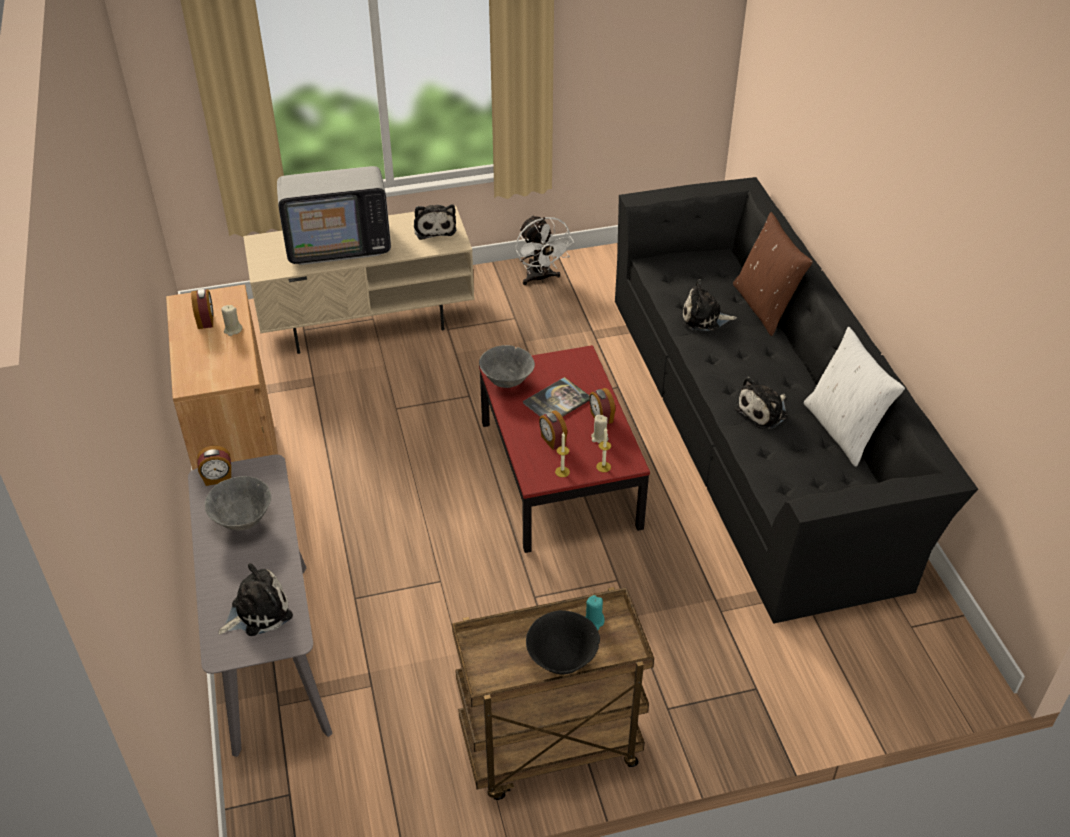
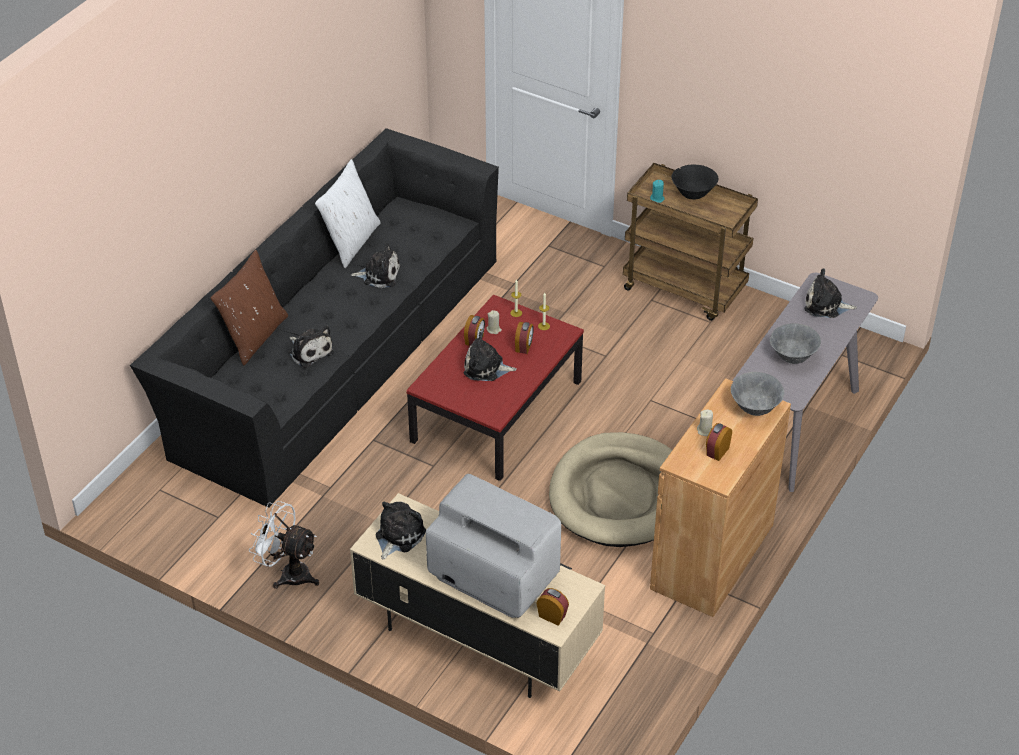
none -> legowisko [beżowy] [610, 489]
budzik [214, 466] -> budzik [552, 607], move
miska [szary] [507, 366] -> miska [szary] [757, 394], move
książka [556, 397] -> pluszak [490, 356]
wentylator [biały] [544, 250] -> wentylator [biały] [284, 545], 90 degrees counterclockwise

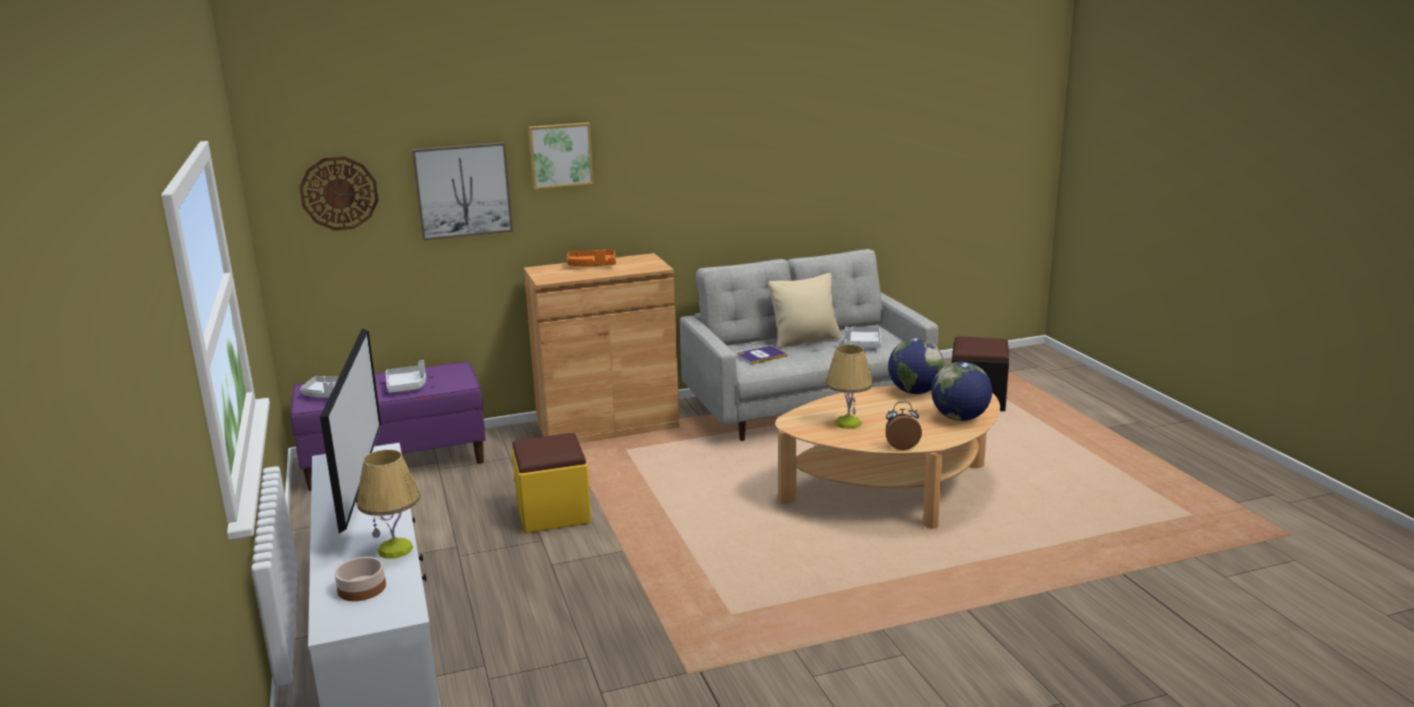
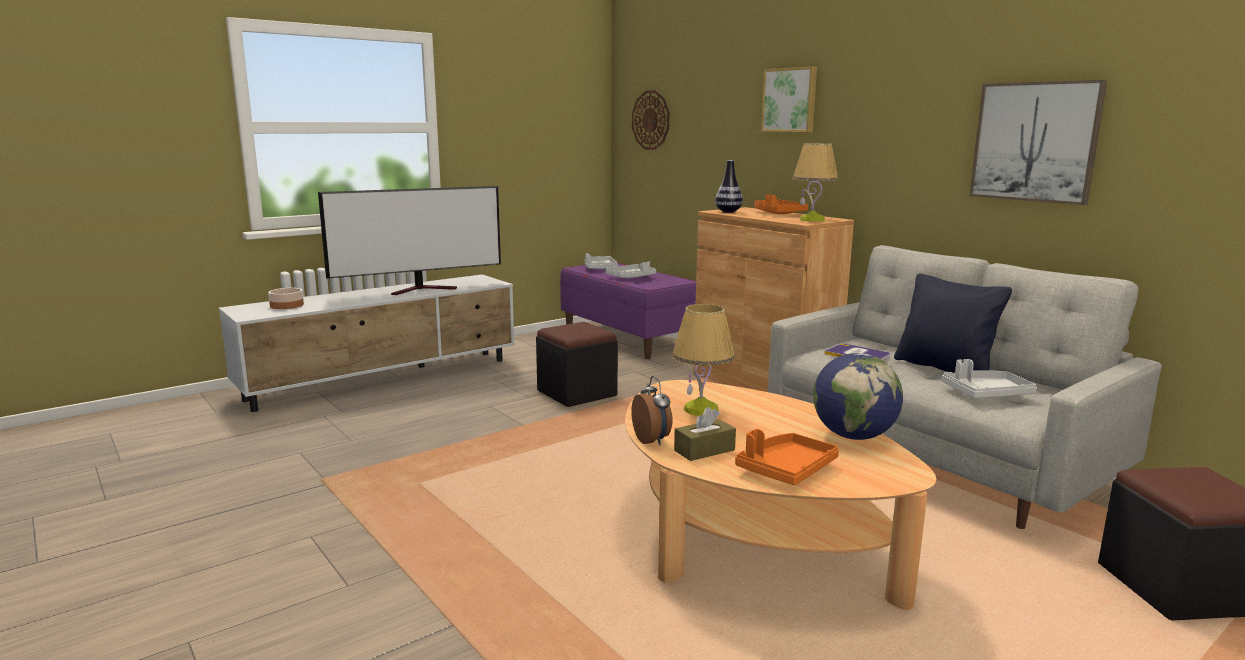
none -> pudełko chusteczek [brązowy] [705, 434]
none -> wazon [729, 186]
lampa stołowa [388, 504] -> lampa stołowa [815, 182], move
obraz [462, 191] -> obraz [1038, 142], move
globus [961, 391] -> taca [pomarańczowy] [787, 457]
pufa [żółty] [551, 483] -> pufa [czarny] [577, 364]
poduszka [beżowy] [804, 311] -> poduszka [czarny] [953, 323]

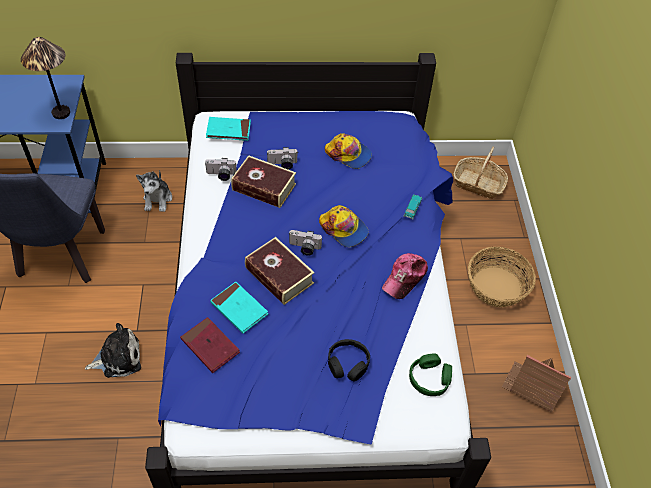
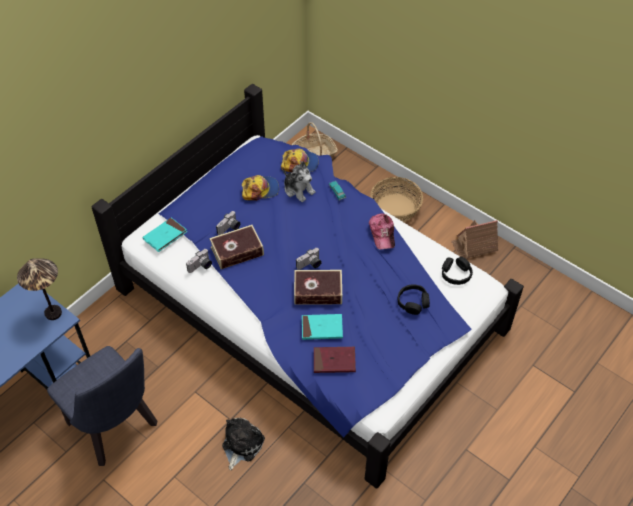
pluszak [154, 191] -> pluszak [299, 181], move
czapka z daszkiem [344, 226] -> czapka z daszkiem [300, 160], move
słuchawki [zielony] [430, 374] -> słuchawki [czarny] [457, 271]

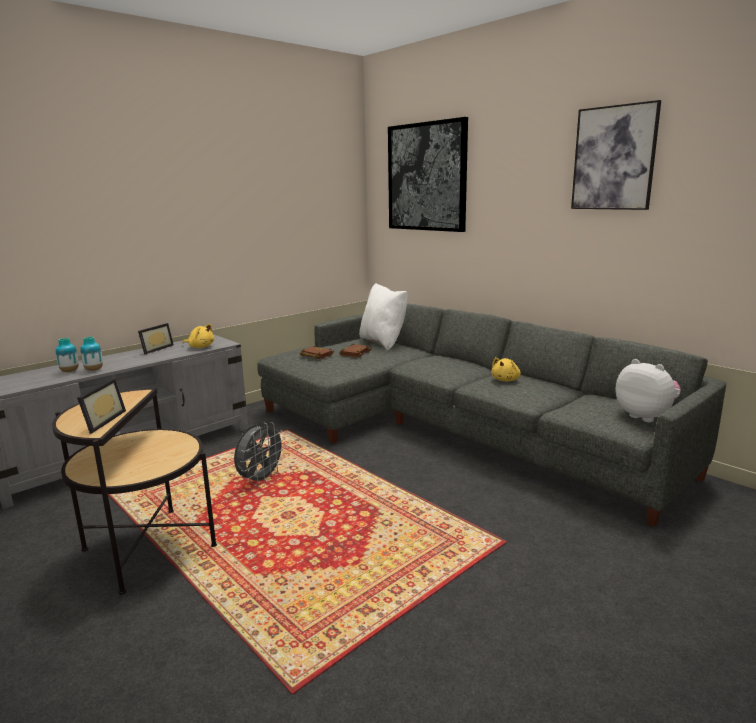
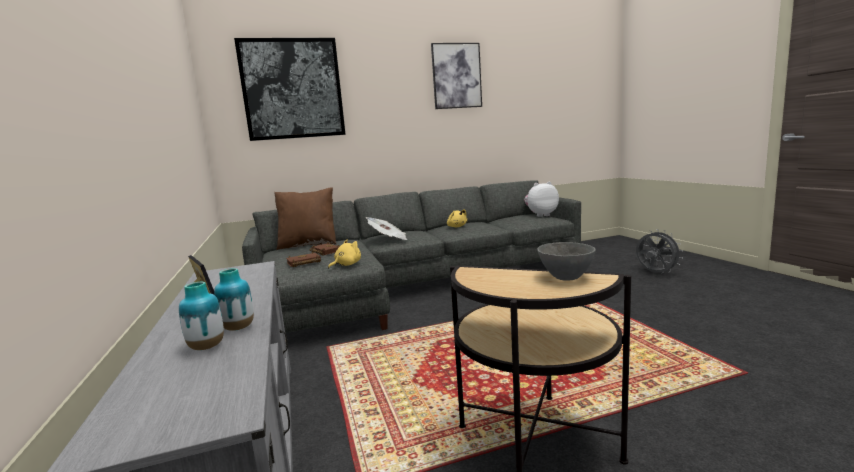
none -> gazeta [386, 228]
pluszak [żółty] [198, 336] -> pluszak [żółty] [344, 254], move
wentylator [szary] [260, 453] -> wentylator [szary] [659, 251], move
ramka na zdjęcie [101, 406] -> miska [szary] [566, 261]
poduszka [biały] [383, 316] -> poduszka [brązowy] [305, 219]

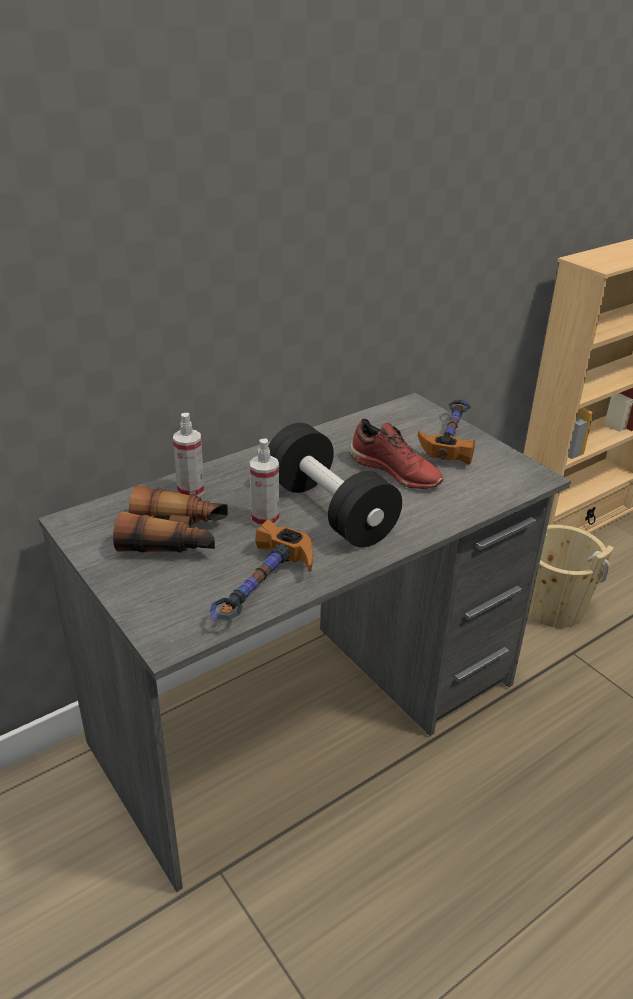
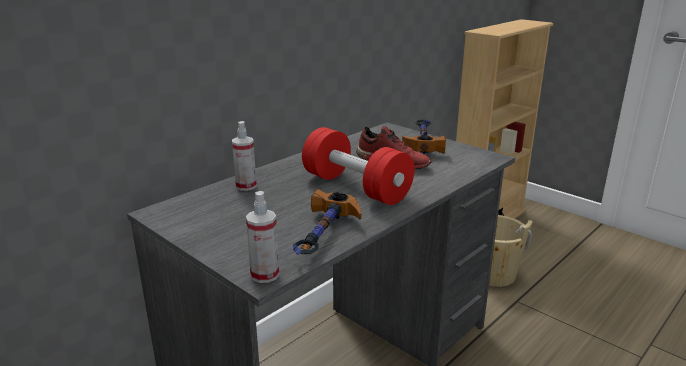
lornetka [170, 519] -> none
spryskiwacz [264, 482] -> spryskiwacz [262, 237], move
hantel [czarny] [335, 485] -> hantel [czerwony] [358, 166]

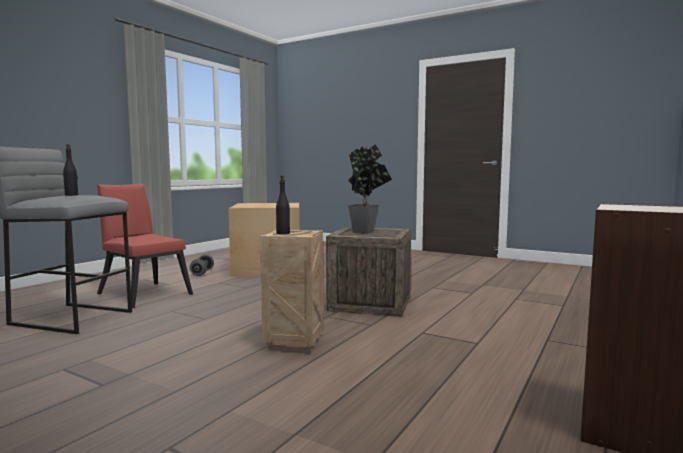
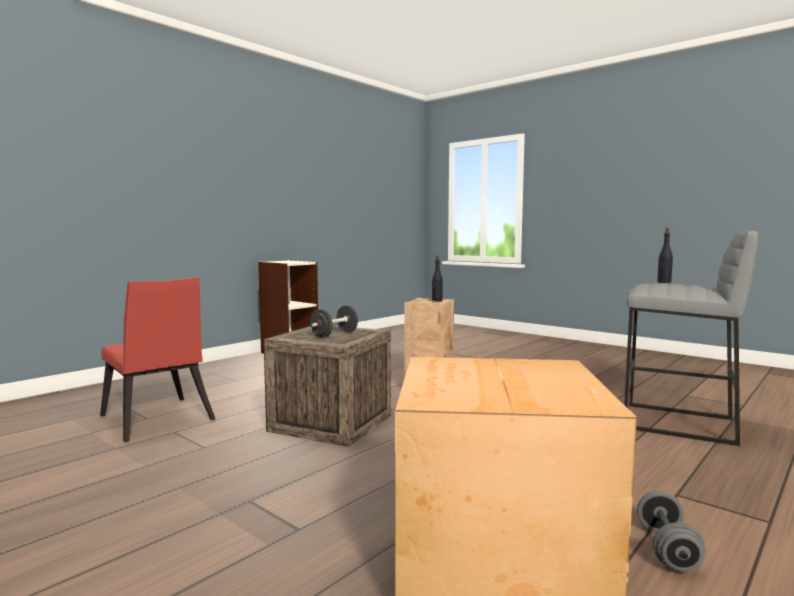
krzesło [czerwony] [145, 246] -> krzesło [czerwony] [157, 359], move
roślina doniczkowa [370, 189] -> hantel [czarny] [334, 321]

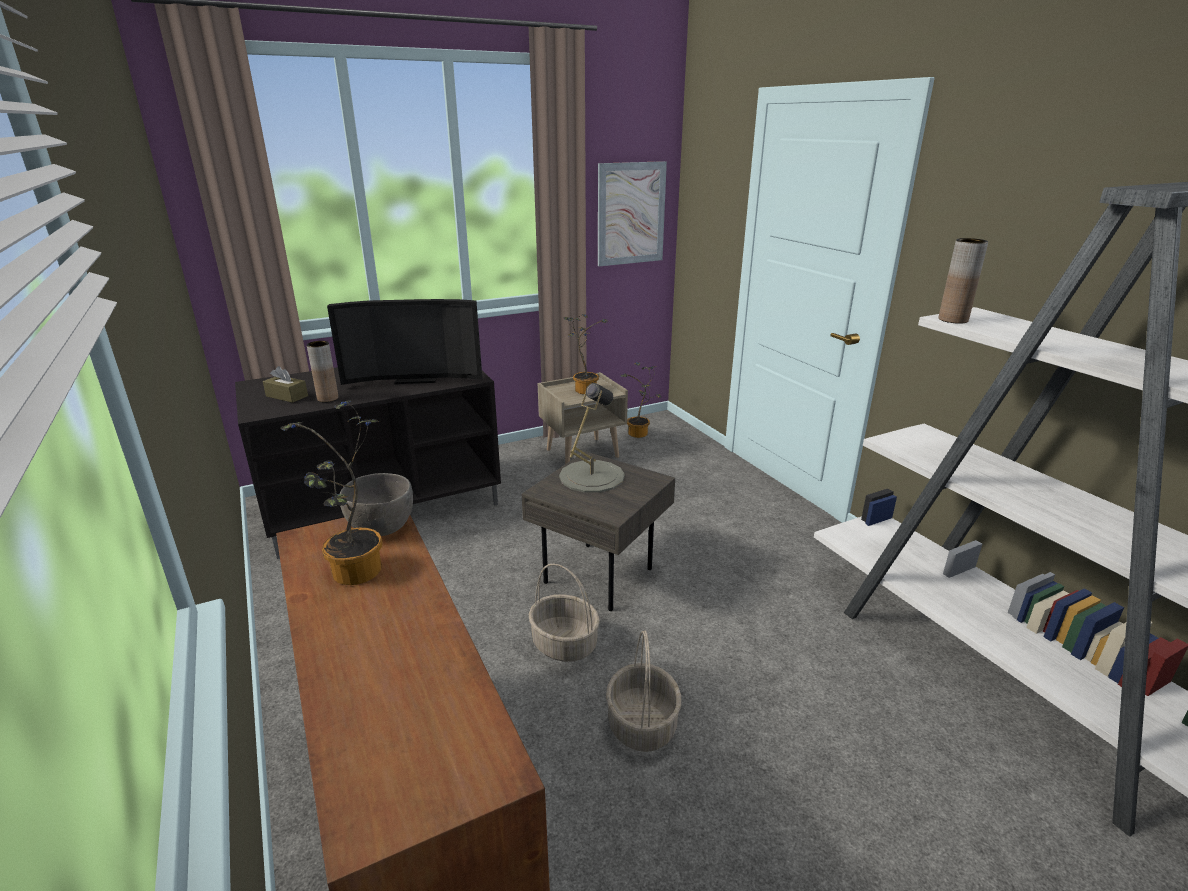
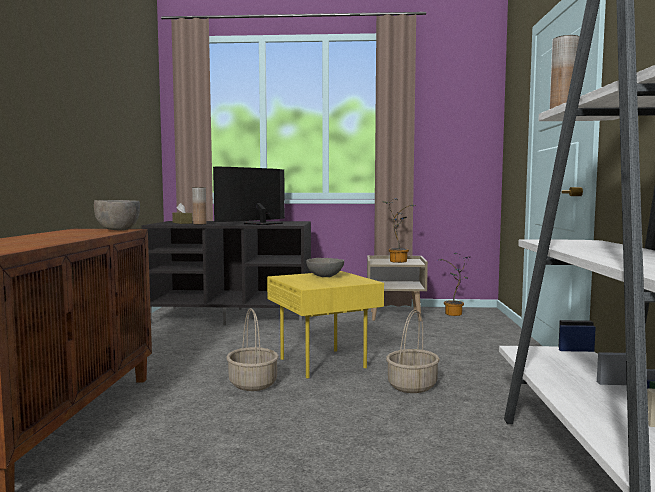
roślina doniczkowa [331, 492] -> none
obraz [632, 213] -> none
koszyk [643, 691] -> koszyk [413, 351], move
lampa stołowa [szary] [592, 438] -> miska [szary] [325, 267]
stolik [szary] [598, 531] -> stolik [żółty] [325, 324]
telewizor [404, 342] -> telewizor [249, 196], 105 degrees clockwise

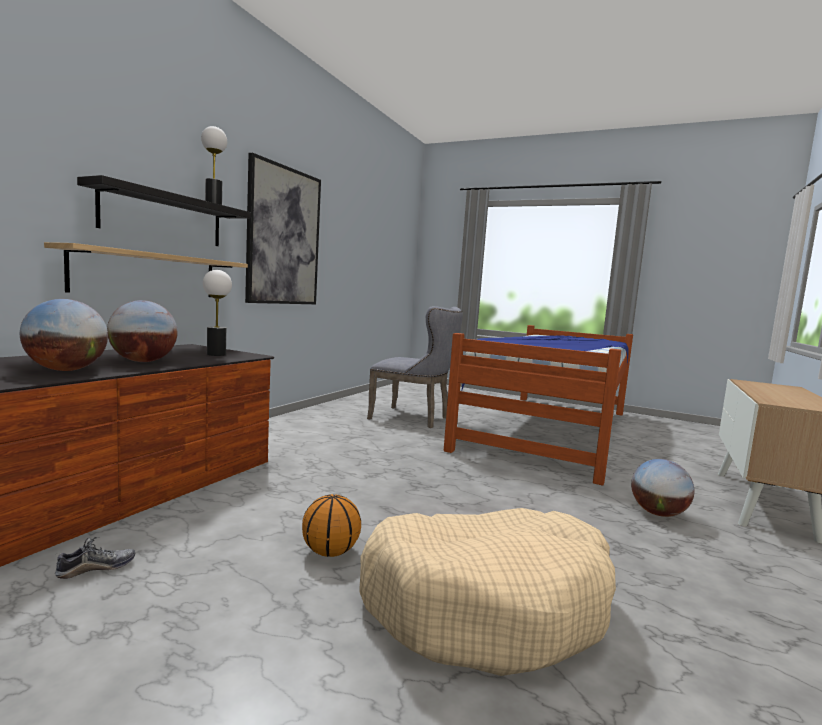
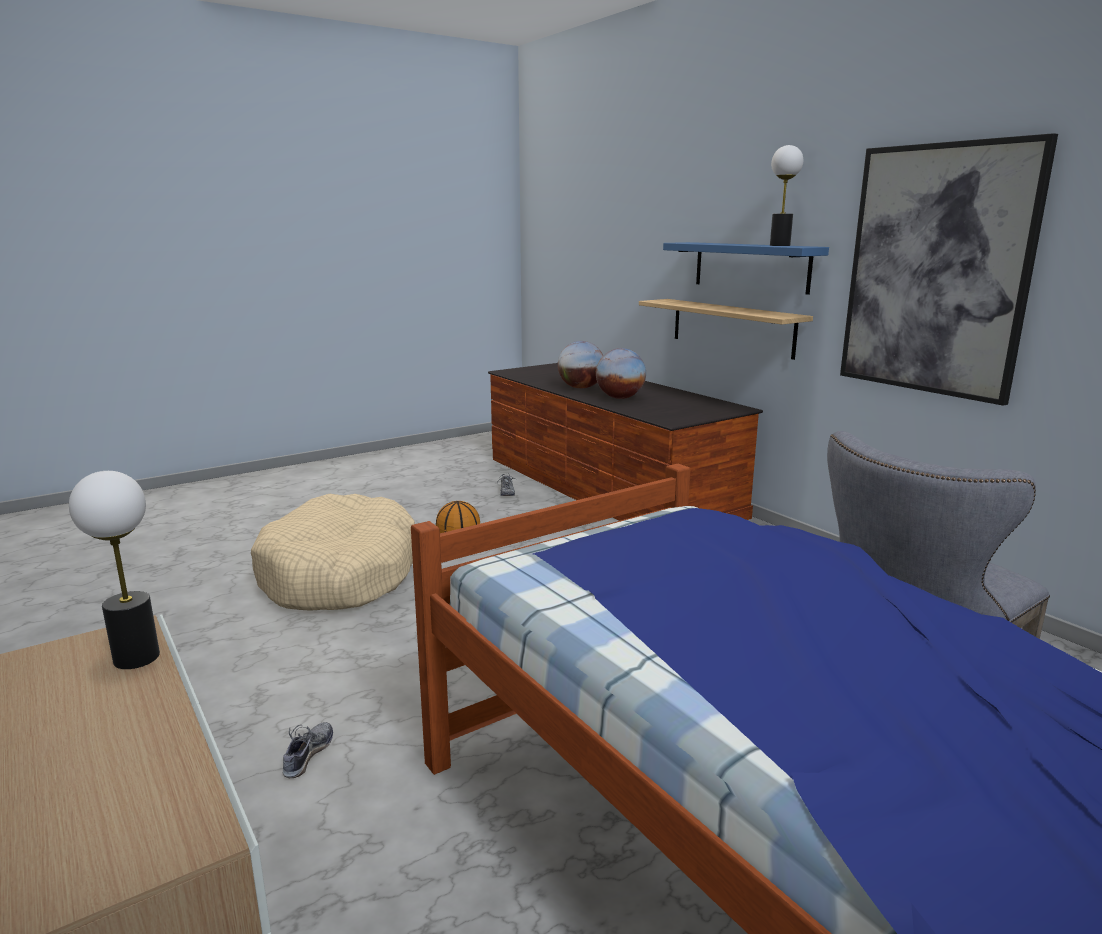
lampa stołowa [217, 313] -> lampa stołowa [114, 570], move
globus [662, 488] -> but [308, 750]
półka [czarny] [164, 210] -> półka [niebieski] [746, 268]

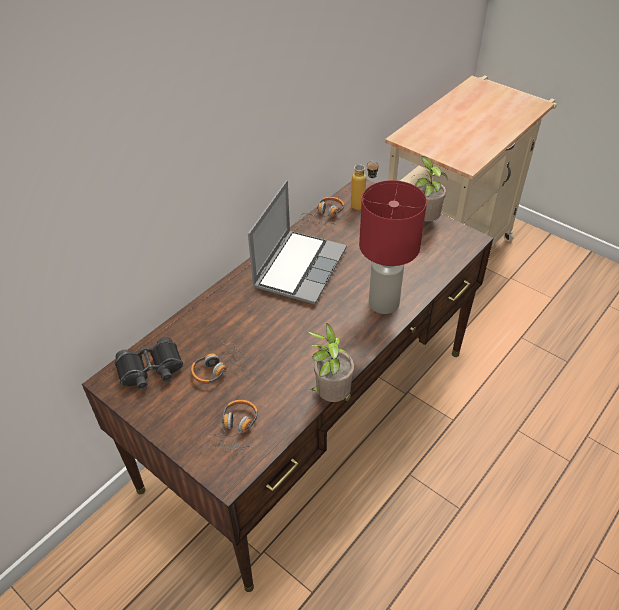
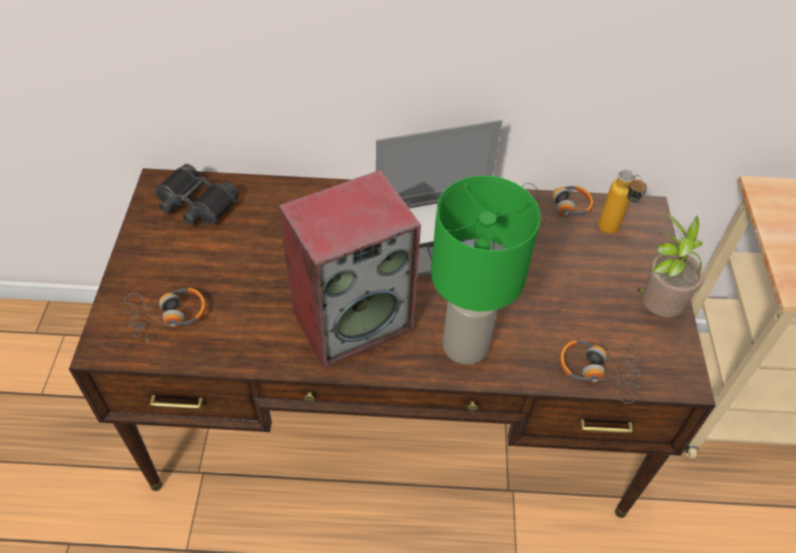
roślina doniczkowa [330, 362] -> none
none -> głośnik [350, 269]
słuchawki [222, 363] -> słuchawki [600, 372], move
lampa stołowa [czerwony] [393, 247] -> lampa stołowa [zielony] [486, 270]

